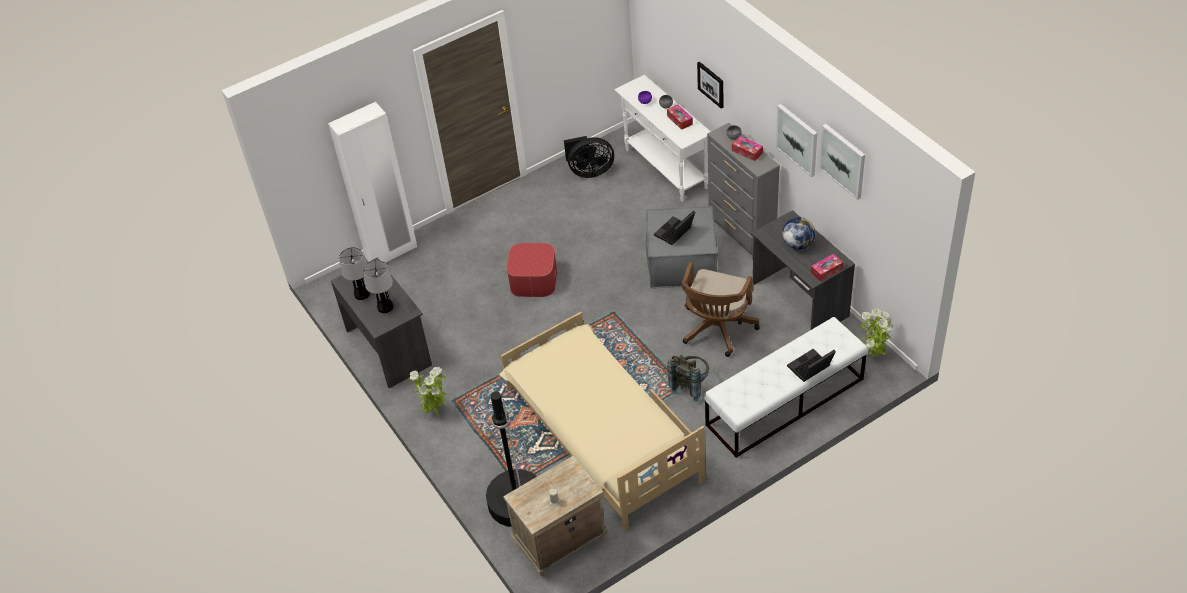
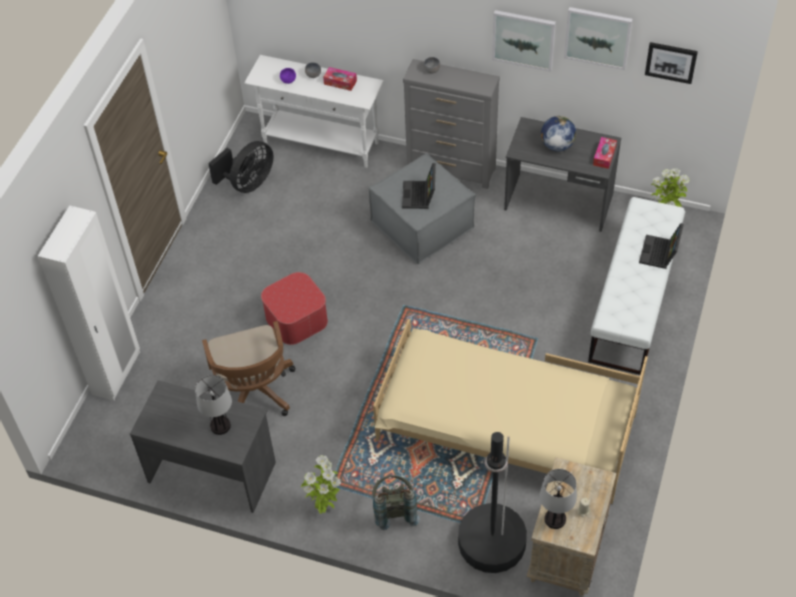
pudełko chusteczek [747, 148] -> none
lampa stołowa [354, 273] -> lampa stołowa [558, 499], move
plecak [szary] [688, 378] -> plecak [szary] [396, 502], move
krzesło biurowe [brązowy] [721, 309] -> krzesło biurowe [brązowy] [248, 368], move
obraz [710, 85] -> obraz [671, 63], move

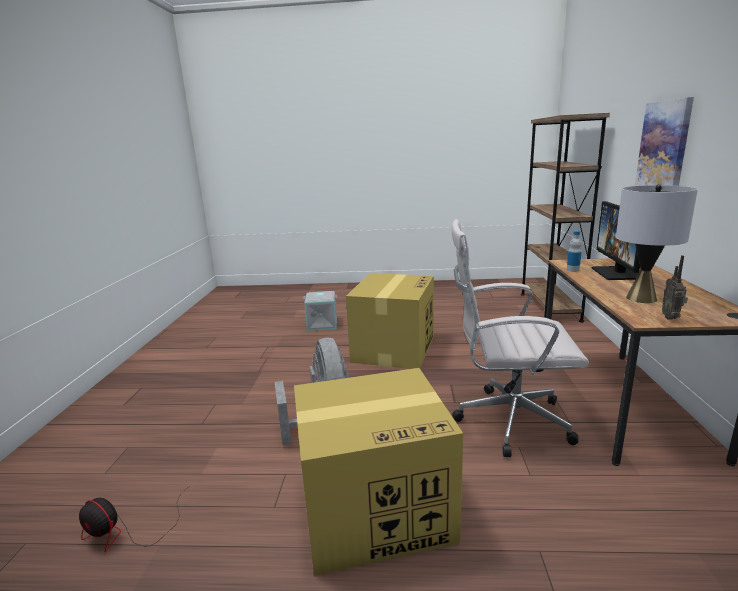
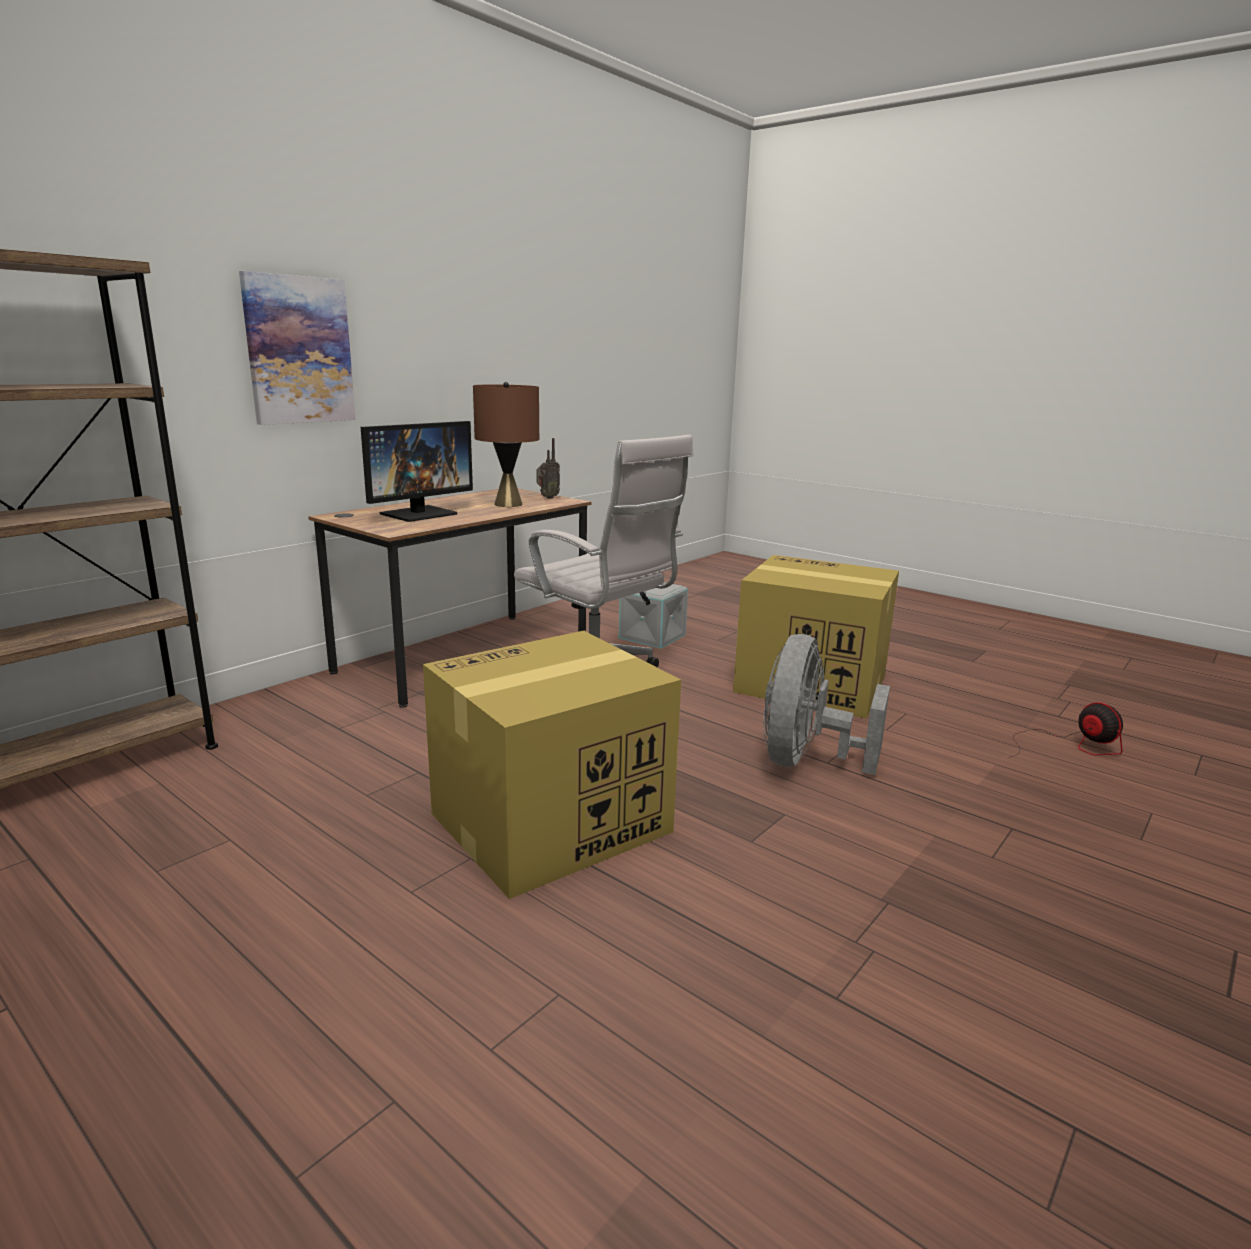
butelka [574, 251] -> none
pojemnik do przechowywania [szary] [320, 311] -> pojemnik do przechowywania [szary] [653, 615], move
lampa stołowa [szary] [657, 243] -> lampa stołowa [brązowy] [506, 444]

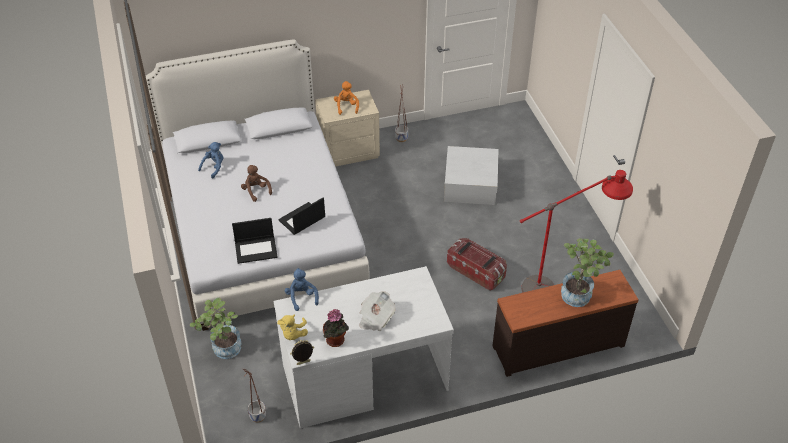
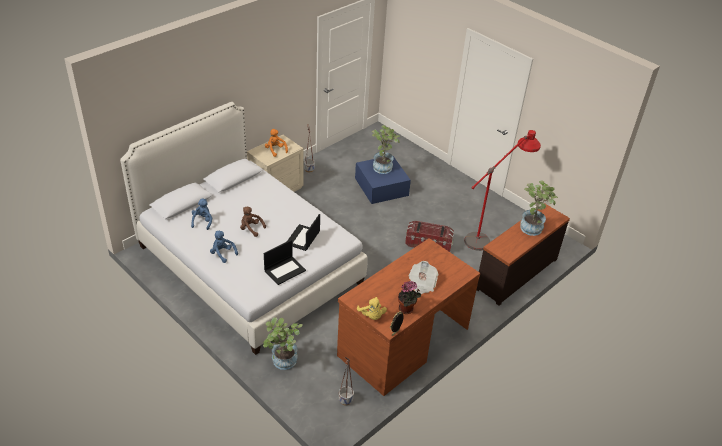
none -> roślina doniczkowa [386, 149]
pluszak [niebieski] [302, 289] -> pluszak [niebieski] [224, 247], move
biurko [biały] [364, 347] -> biurko [brązowy] [408, 317]
pojemnik do przechowywania [biały] [471, 175] -> pojemnik do przechowywania [niebieski] [383, 179]

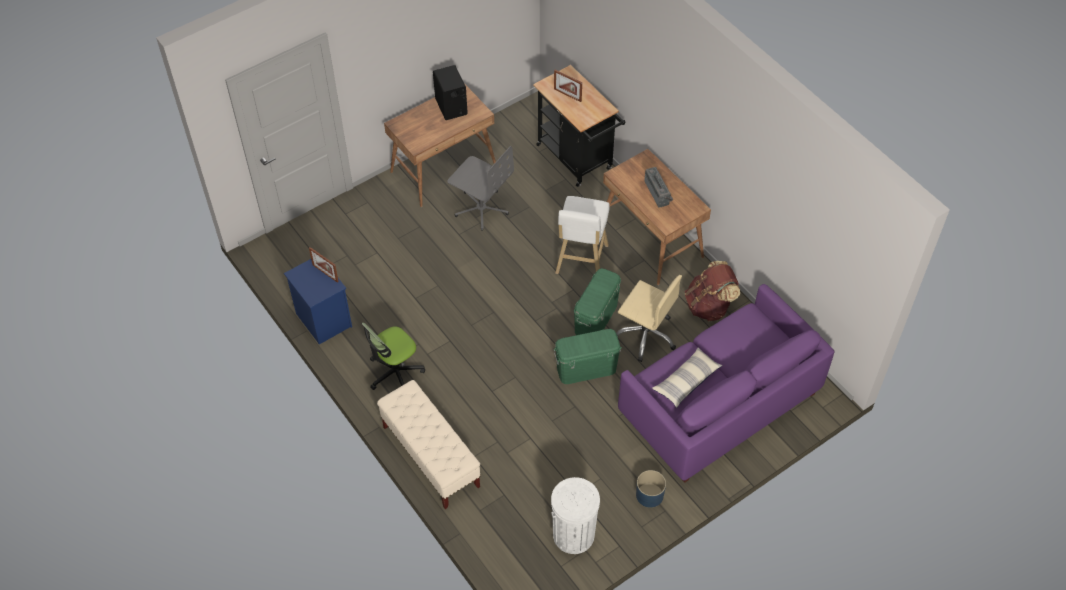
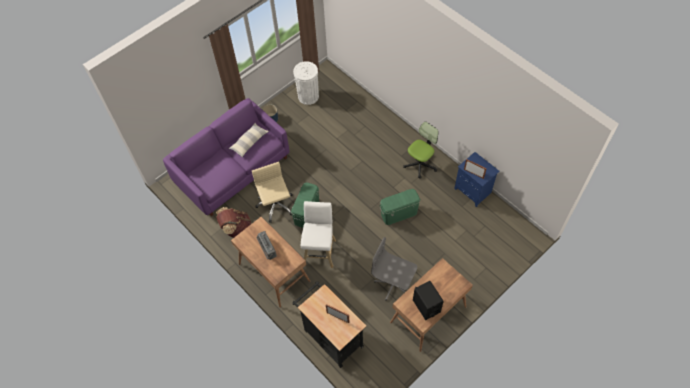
ławka [beżowy] [429, 444] -> none
pojemnik do przechowywania [zielony] [587, 356] -> pojemnik do przechowywania [zielony] [400, 207], move
krzesło biurowe [beżowy] [649, 318] -> krzesło biurowe [beżowy] [272, 192], 45 degrees clockwise

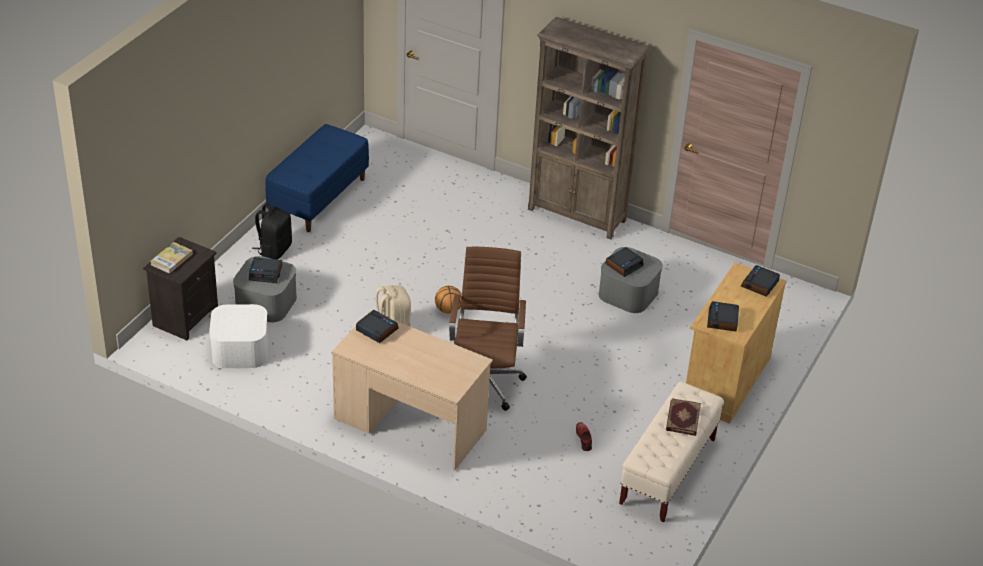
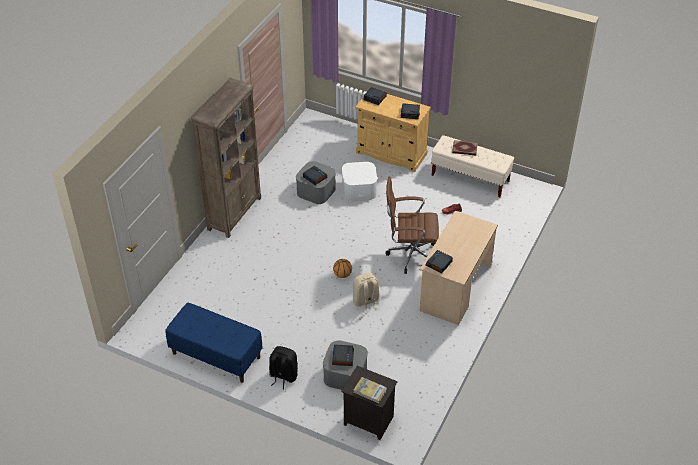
pojemnik do przechowywania [biały] [238, 336] -> pojemnik do przechowywania [biały] [359, 182], move

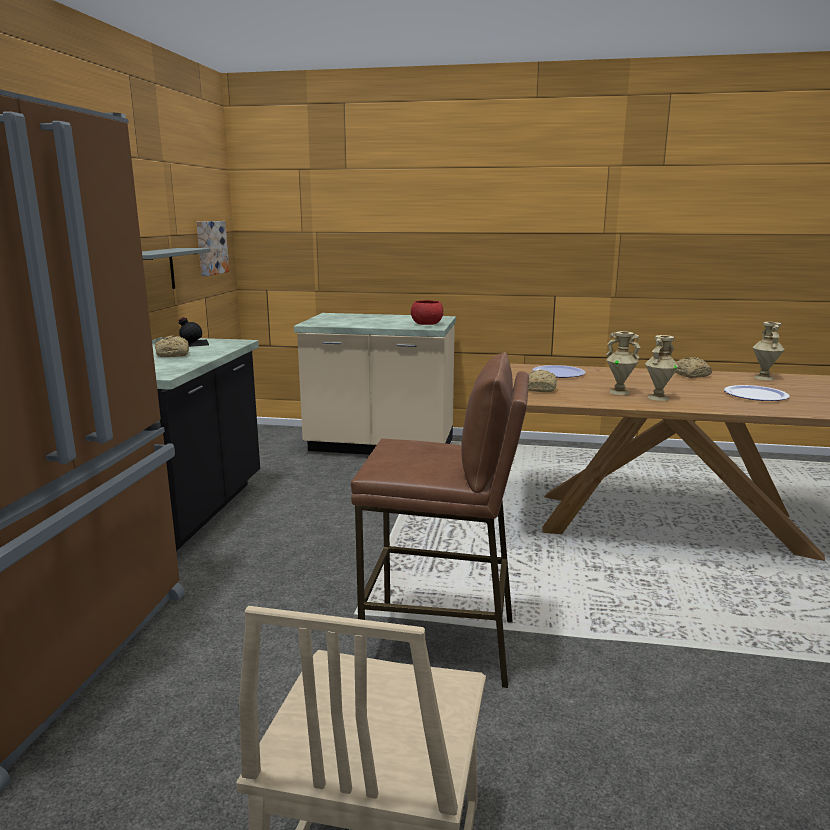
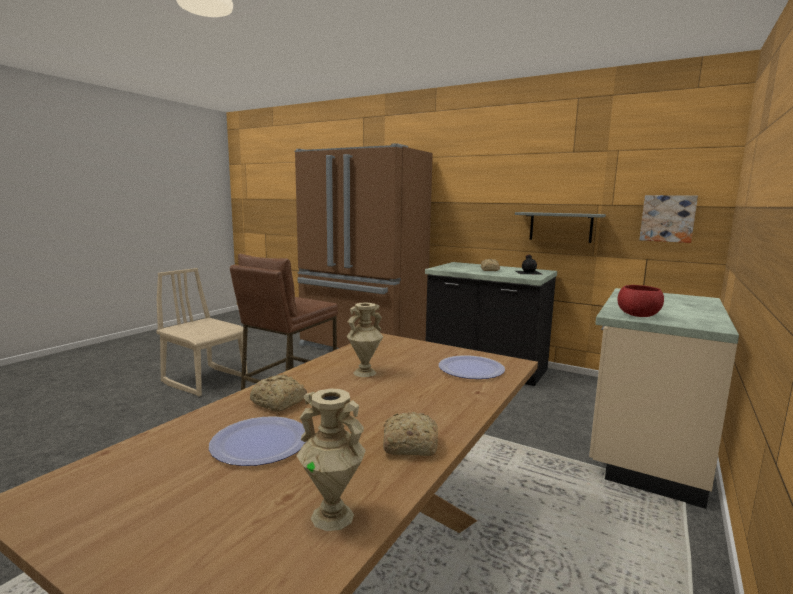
wazon [beżowy] [662, 368] -> none
chleb [542, 381] -> chleb [278, 393], move

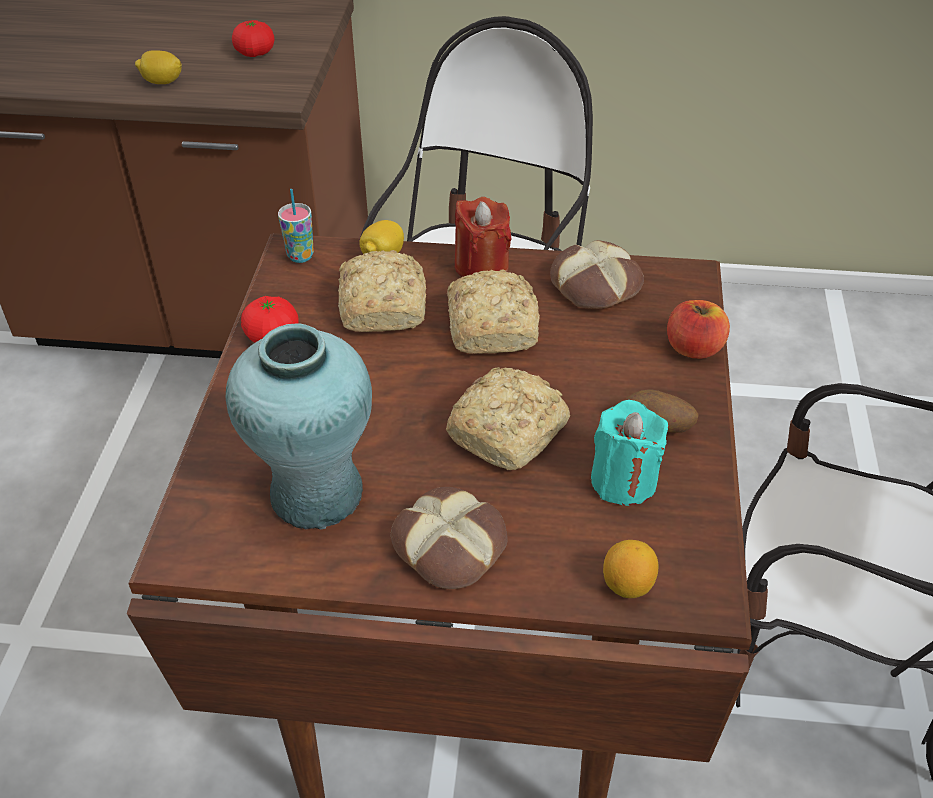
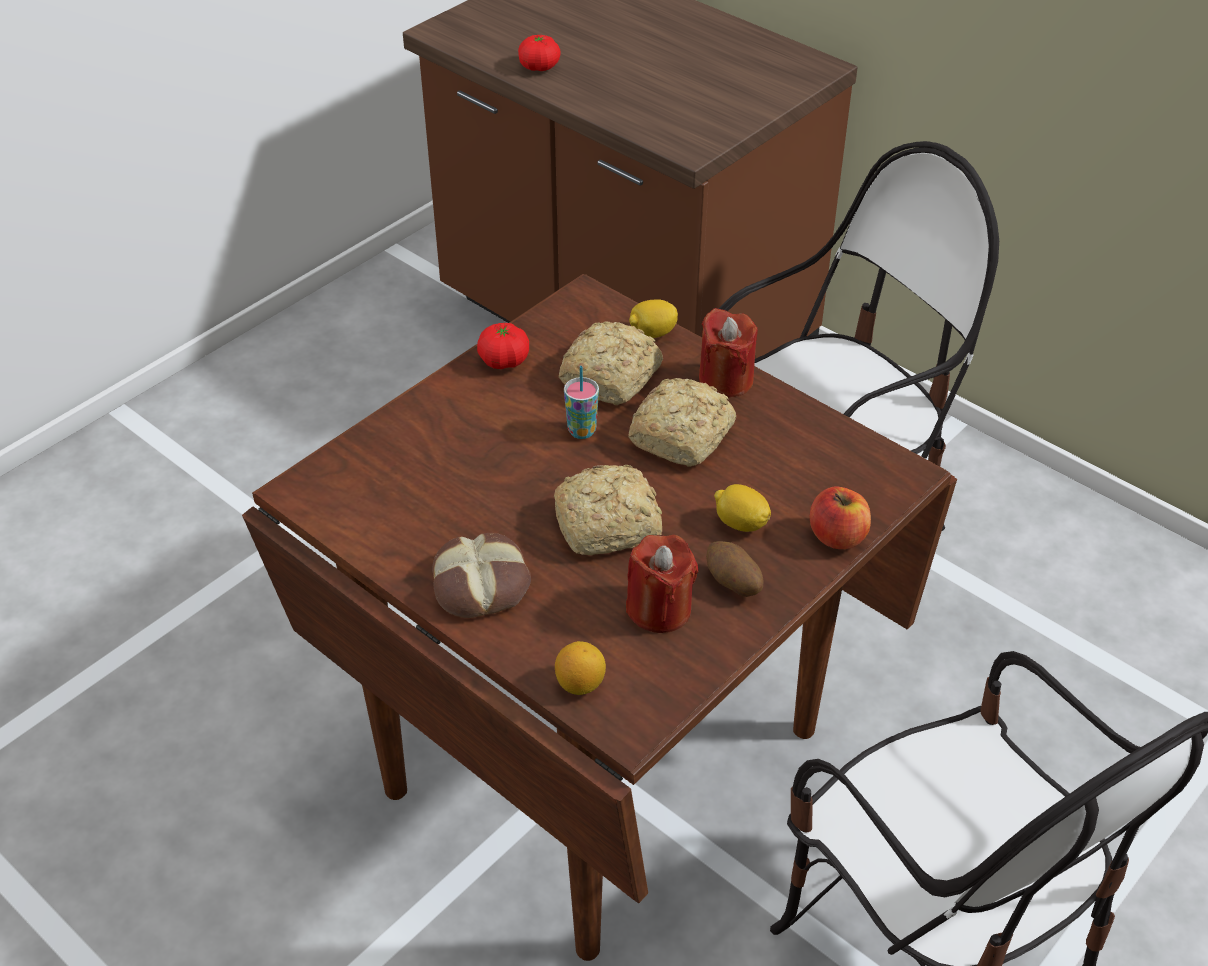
wazon [turkusowy] [299, 426] -> none
chleb [597, 274] -> none
cytryna [158, 67] -> cytryna [742, 508], move
pomidor [253, 38] -> pomidor [539, 53], move
filiżanka [296, 226] -> filiżanka [581, 402], move
świeca [turkusowy] [629, 453] -> świeca [czerwony] [662, 584]

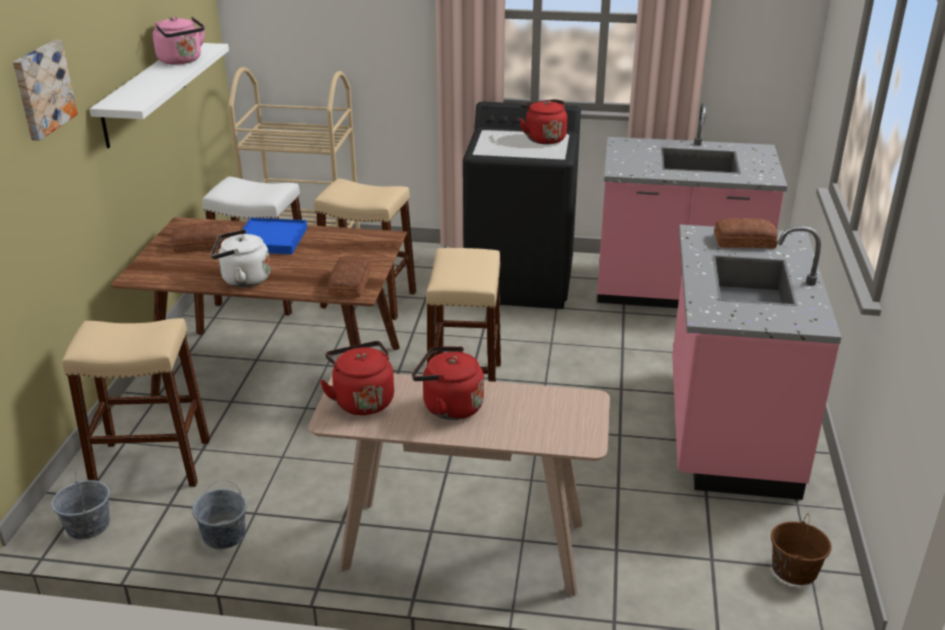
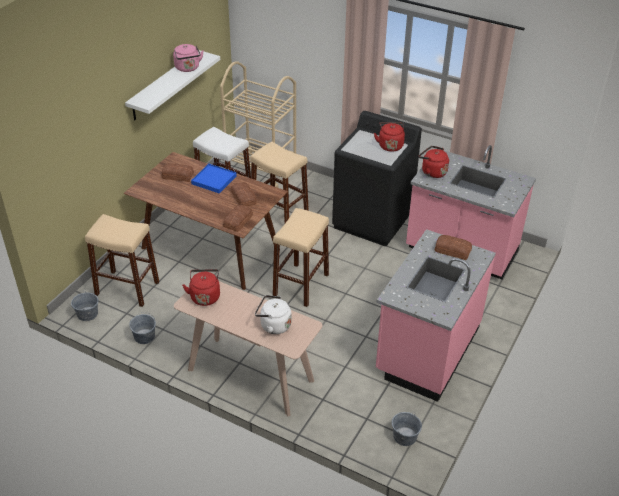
obraz [45, 90] -> none
none -> chleb [244, 194]
czajnik [biały] [240, 258] -> czajnik [biały] [273, 314], move
czajnik [czerwony] [448, 383] -> czajnik [czerwony] [434, 162], move
wiadro [brązowy] [801, 549] -> wiadro [szary] [407, 429]

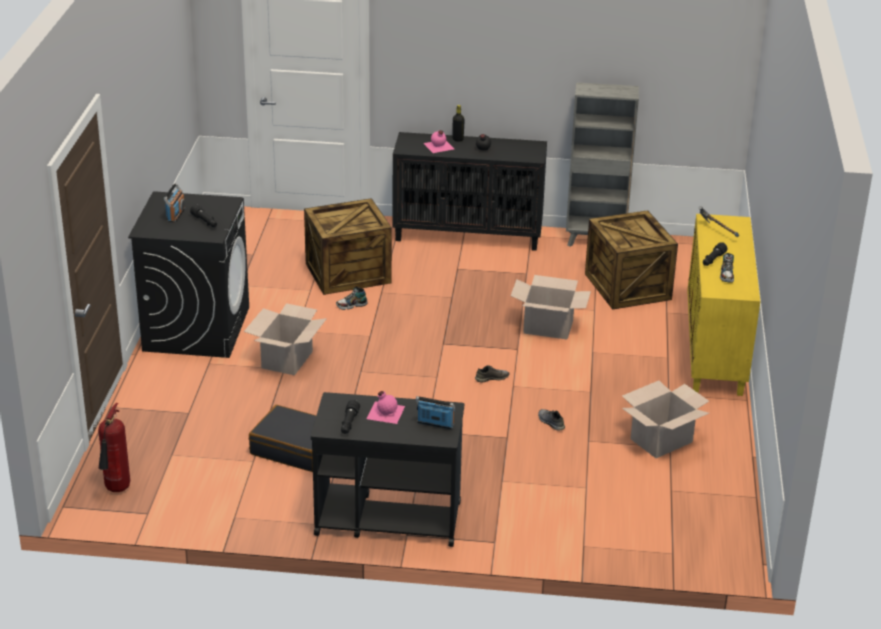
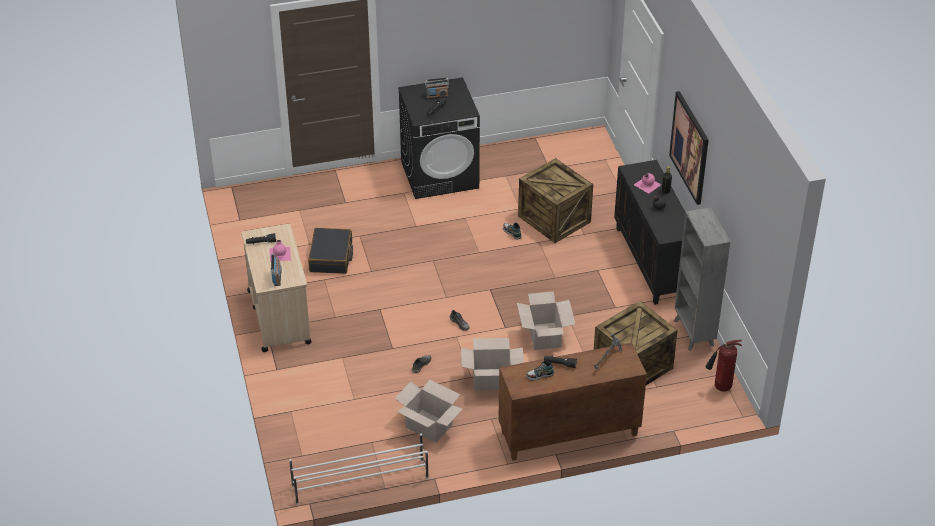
none -> regał na buty [biały] [359, 469]
none -> obraz [689, 148]
gaśnica [114, 447] -> gaśnica [724, 366], move
karton [285, 339] -> karton [492, 364], move
wózek [czarny] [387, 469] -> wózek [beżowy] [276, 287]
szafka [żółty] [724, 305] -> szafka [brązowy] [572, 402]

